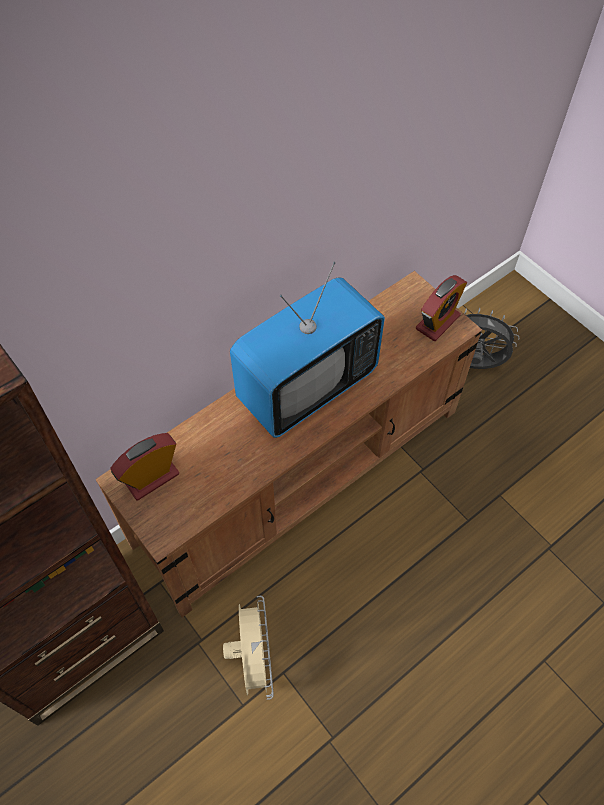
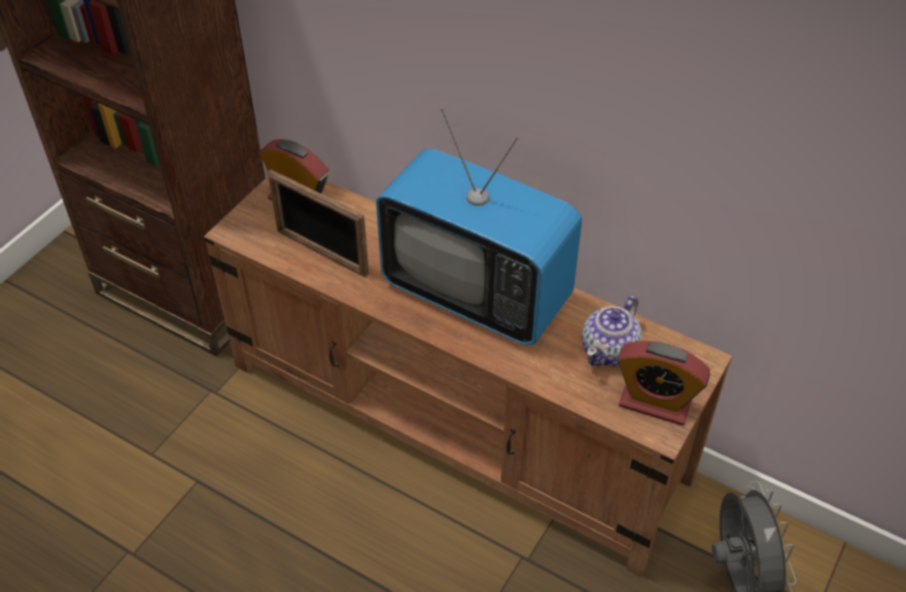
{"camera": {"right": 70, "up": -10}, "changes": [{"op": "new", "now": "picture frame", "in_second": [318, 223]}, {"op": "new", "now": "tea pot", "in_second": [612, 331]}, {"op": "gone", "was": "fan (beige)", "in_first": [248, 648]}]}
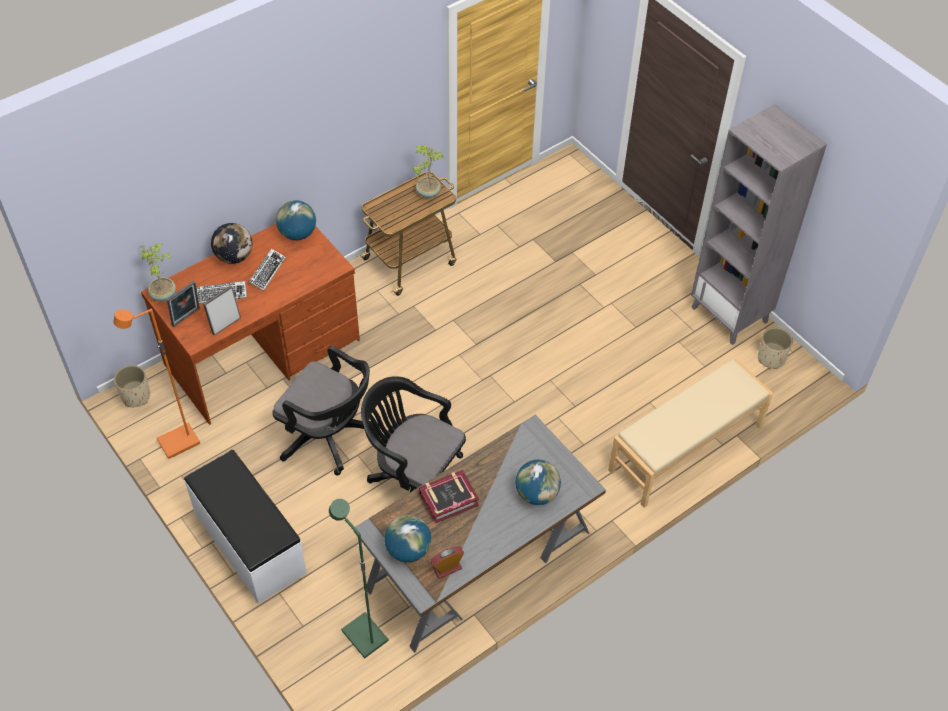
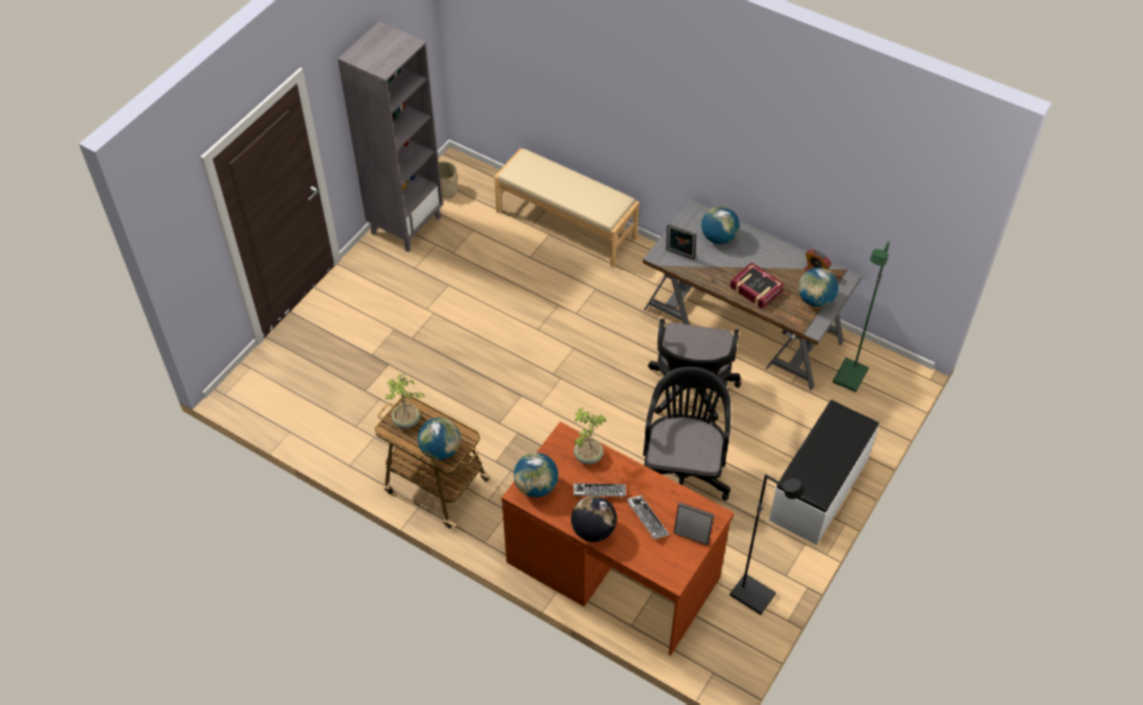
{"camera": {"right": -110, "up": 0}, "changes": [{"op": "new", "now": "world globe", "in_second": [439, 439]}, {"op": "shifted", "was": "plant in a pot", "in_first": [158, 272], "in_second": [590, 436]}, {"op": "shifted", "was": "picture frame", "in_first": [222, 310], "in_second": [681, 242]}, {"op": "repainted", "was": "standing lamp (orange-coloured)", "now": "standing lamp (black)", "in_first": [156, 383], "in_second": [766, 544]}, {"op": "gone", "was": "flower pot (beige)", "in_first": [132, 386]}]}
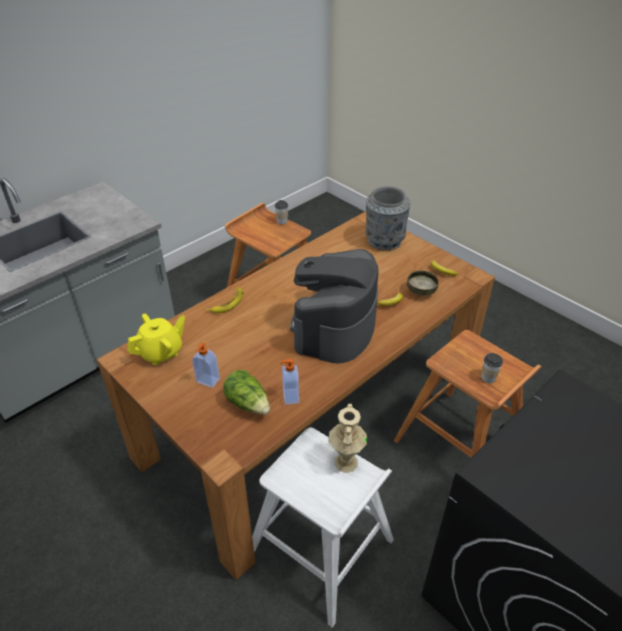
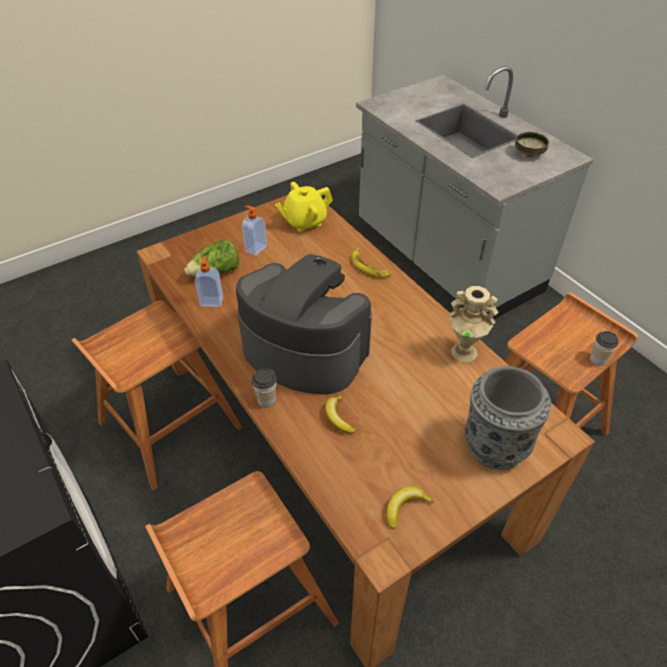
{"camera": {"right": 100, "up": 5}, "changes": [{"op": "repainted", "was": "sitting stool (white-coloured)", "now": "sitting stool (brownish)", "in_first": [323, 527], "in_second": [156, 395]}, {"op": "shifted", "was": "drinking cup", "in_first": [492, 368], "in_second": [263, 387]}, {"op": "rotated", "was": "tea pot (yellow)", "in_first": [156, 339], "in_second": [304, 207], "clockwise": 90}, {"op": "shifted", "was": "vase (beige)", "in_first": [348, 438], "in_second": [473, 324]}, {"op": "shifted", "was": "bowl", "in_first": [423, 283], "in_second": [532, 144]}]}
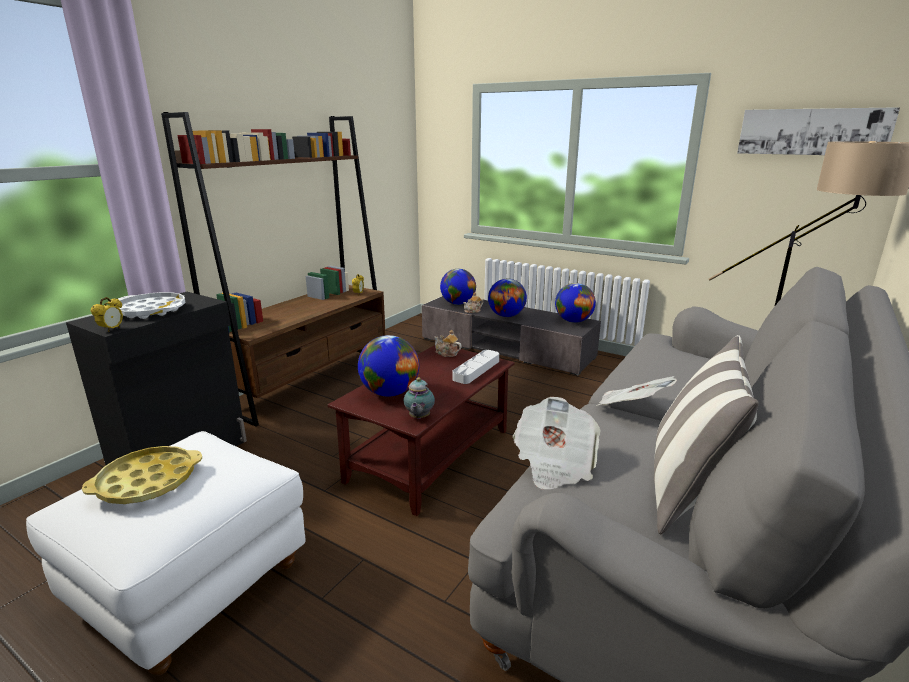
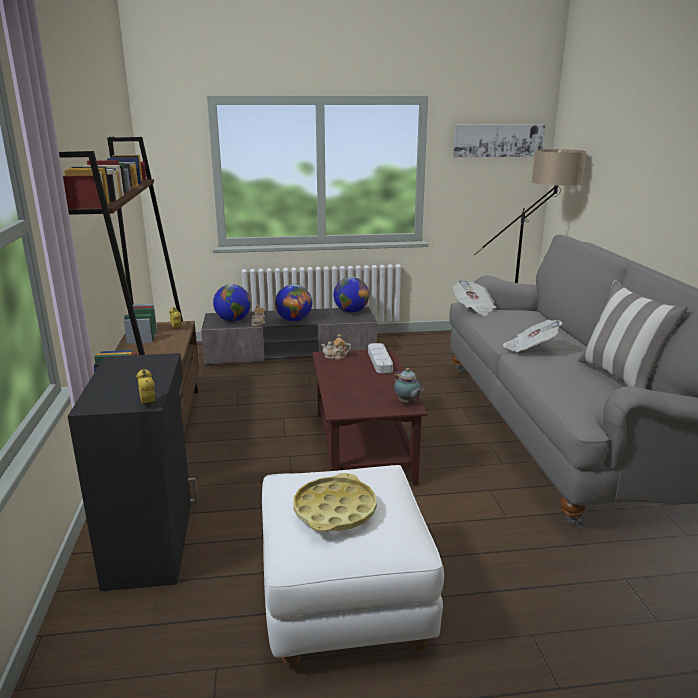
{"camera": {"right": -40, "up": 0}, "changes": [{"op": "shifted", "was": "printed paper", "in_first": [557, 443], "in_second": [474, 298]}, {"op": "gone", "was": "serving tray (white-coloured)", "in_first": [152, 305]}, {"op": "gone", "was": "world globe", "in_first": [388, 366]}]}
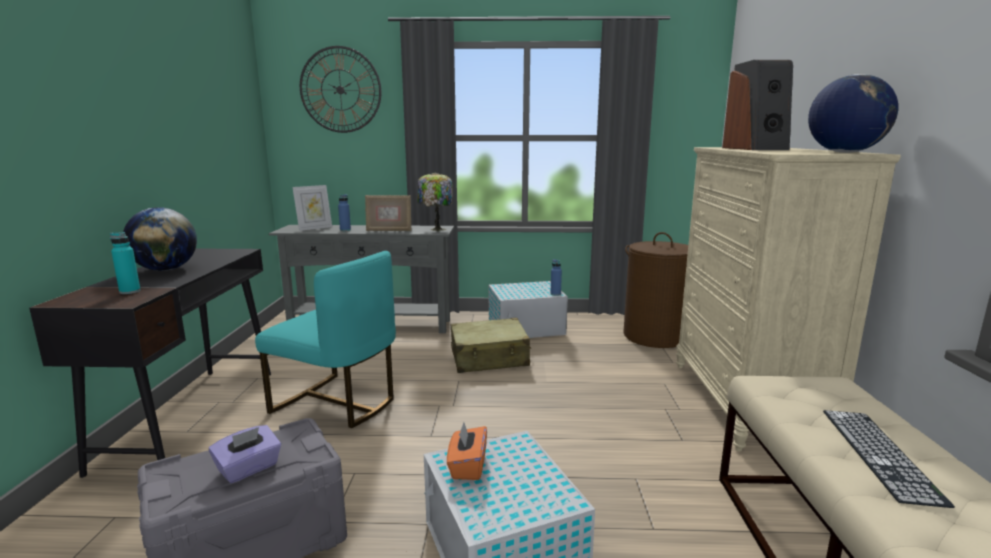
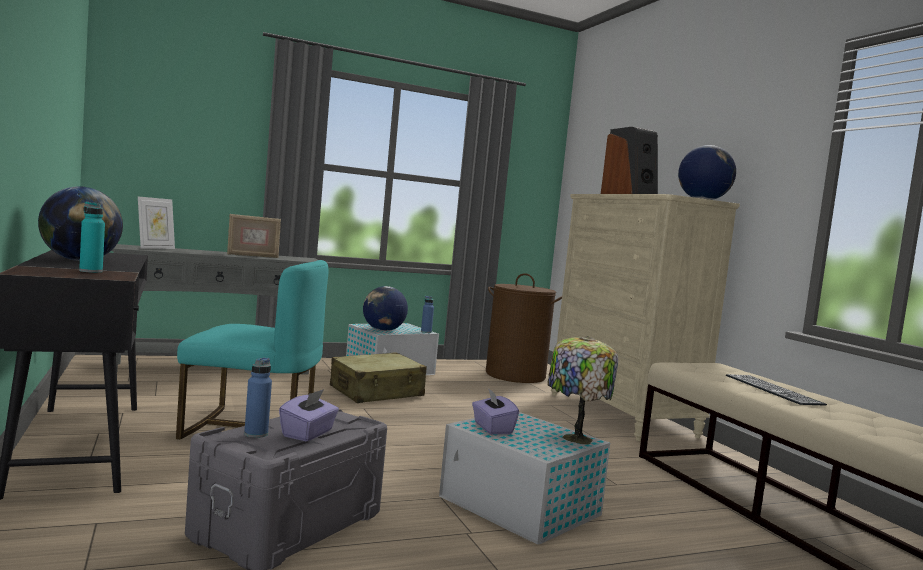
{"camera": {"right": -25, "up": -10}, "changes": [{"op": "shifted", "was": "drink bottle (blue-coloured)", "in_first": [344, 212], "in_second": [258, 397]}, {"op": "new", "now": "world globe", "in_second": [385, 308]}, {"op": "repainted", "was": "box of tissues (orange-coloured)", "now": "box of tissues (purplish)", "in_first": [467, 451], "in_second": [495, 412]}, {"op": "shifted", "was": "table lamp", "in_first": [435, 202], "in_second": [582, 390]}, {"op": "gone", "was": "hanging clock", "in_first": [340, 89]}]}
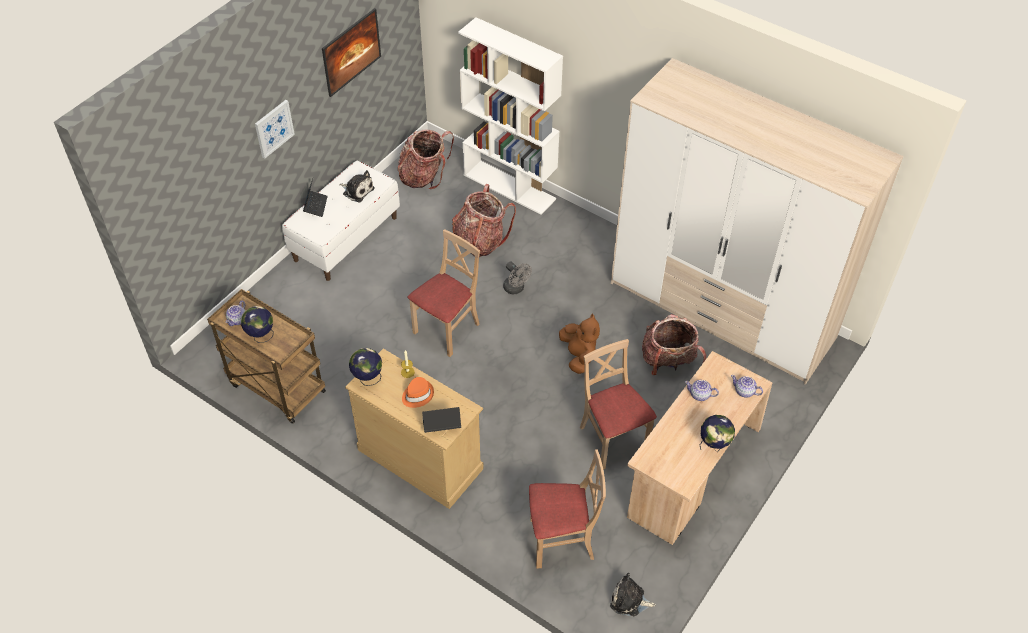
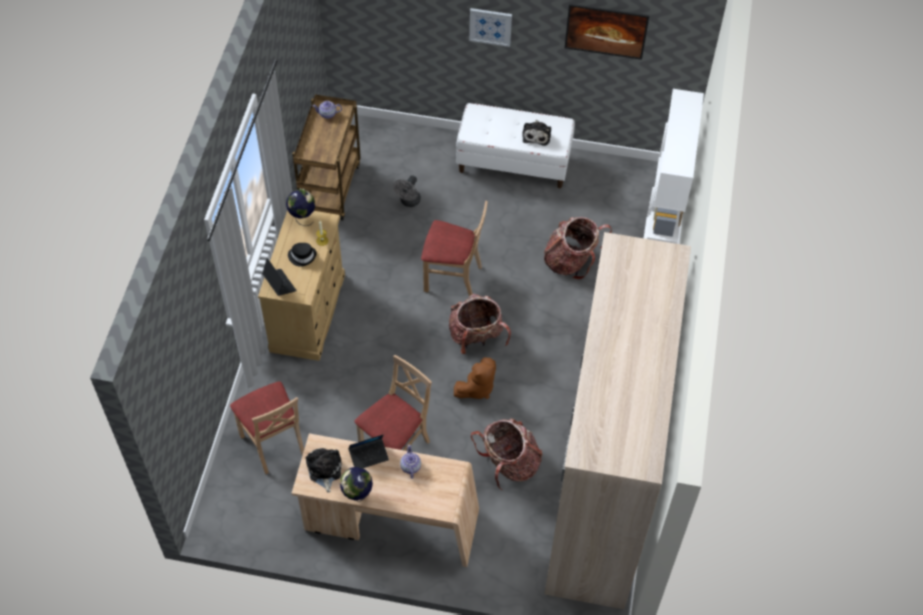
{"camera": {"right": 65, "up": 5}, "changes": [{"op": "repainted", "was": "clothing hat (orange-coloured)", "now": "clothing hat (black)", "in_first": [418, 392], "in_second": [302, 255]}, {"op": "shifted", "was": "soft toy", "in_first": [633, 594], "in_second": [323, 470]}, {"op": "shifted", "was": "notebook computer", "in_first": [315, 198], "in_second": [368, 451]}, {"op": "shifted", "was": "fan (greyish)", "in_first": [517, 277], "in_second": [407, 191]}, {"op": "shifted", "was": "knapsack", "in_first": [426, 159], "in_second": [480, 324]}, {"op": "gone", "was": "world globe", "in_first": [257, 324]}, {"op": "gone", "was": "tea pot", "in_first": [747, 386]}]}
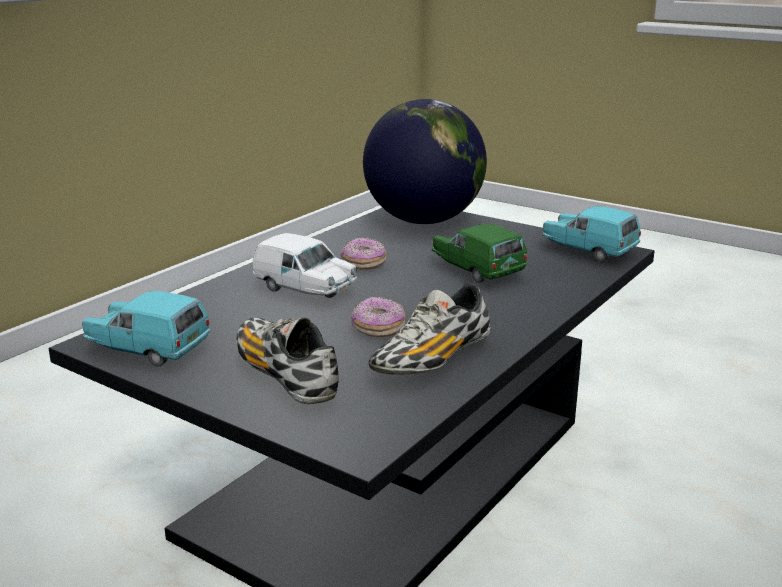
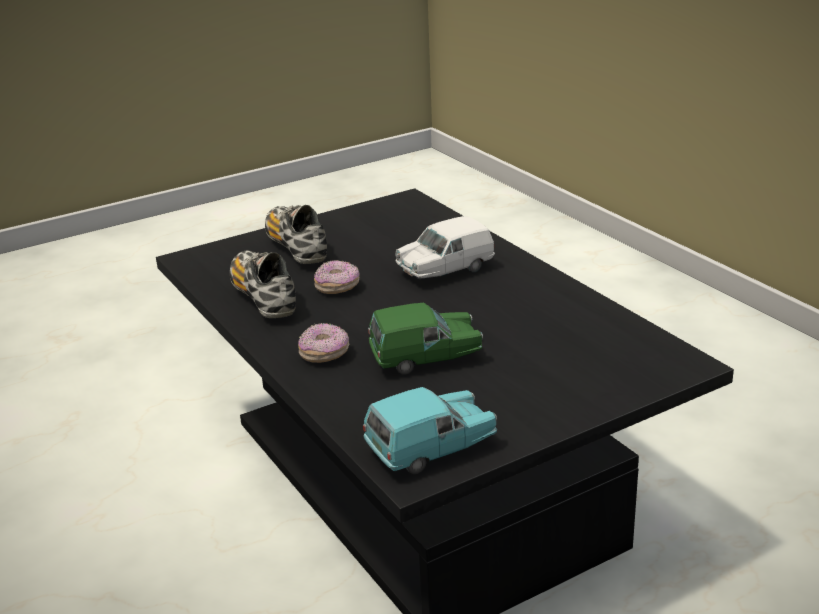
{"camera": {"right": 115, "up": 5}, "changes": [{"op": "rotated", "was": "shoe", "in_first": [287, 361], "in_second": [296, 234], "clockwise": -105}, {"op": "shifted", "was": "ring doughnut", "in_first": [363, 253], "in_second": [323, 343]}, {"op": "gone", "was": "model car (blue-green)", "in_first": [146, 329]}, {"op": "gone", "was": "world globe", "in_first": [425, 161]}]}
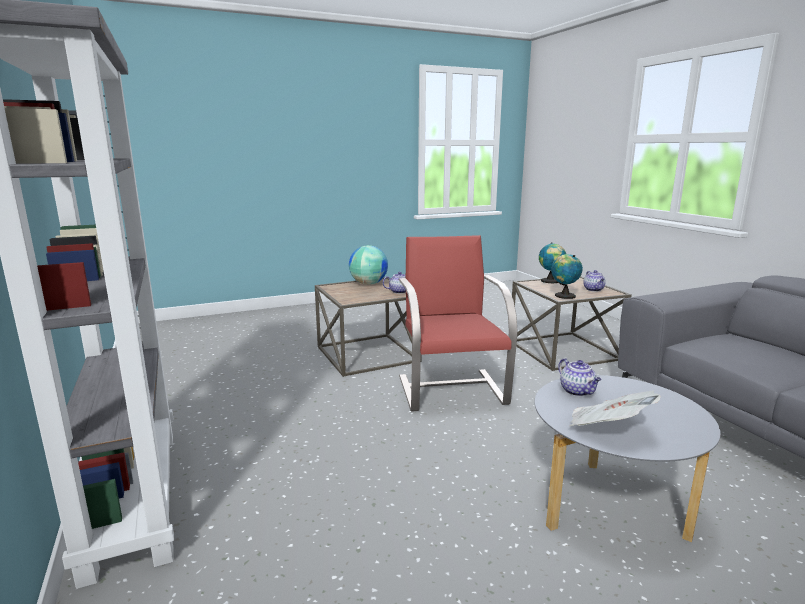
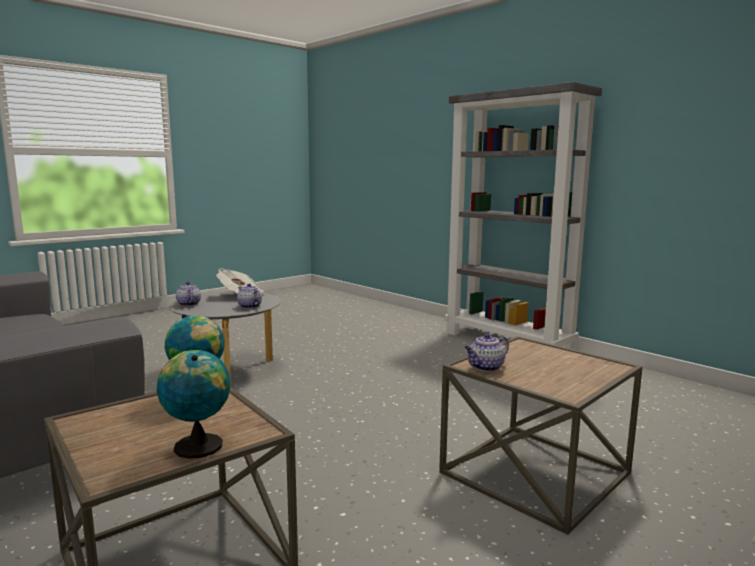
{"camera": {"right": 160, "up": -5}, "changes": [{"op": "shifted", "was": "tea pot", "in_first": [594, 281], "in_second": [188, 294]}, {"op": "gone", "was": "world globe", "in_first": [368, 265]}, {"op": "gone", "was": "easy chair (red-coloured)", "in_first": [458, 323]}]}
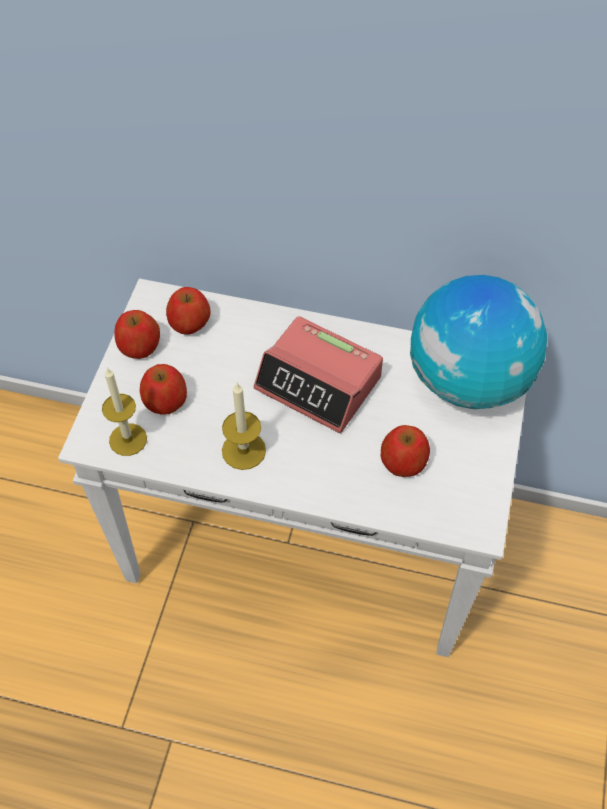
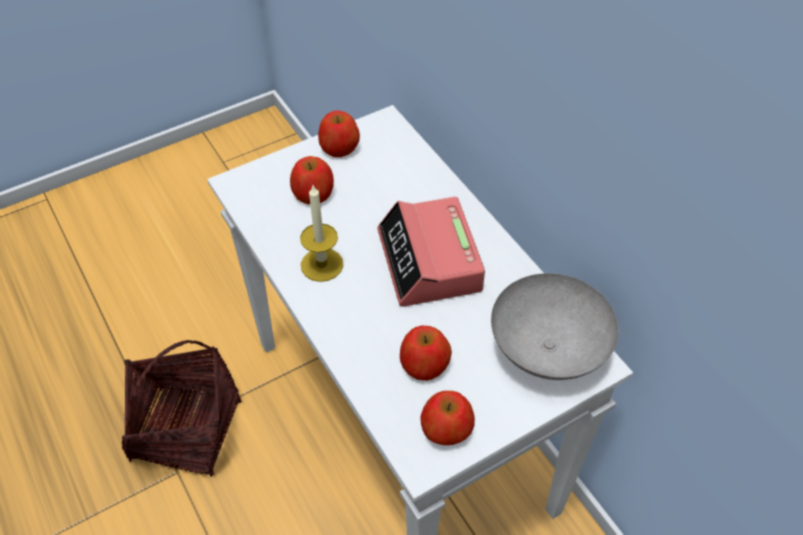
{"camera": {"right": 45, "up": -5}, "changes": [{"op": "new", "now": "storage basket", "in_second": [181, 408]}, {"op": "shifted", "was": "whole apple", "in_first": [188, 311], "in_second": [448, 418]}, {"op": "swapped", "was": "world globe", "now": "bowl (greyish)", "in_first": [478, 342], "in_second": [555, 326]}, {"op": "gone", "was": "candle", "in_first": [124, 411]}]}
